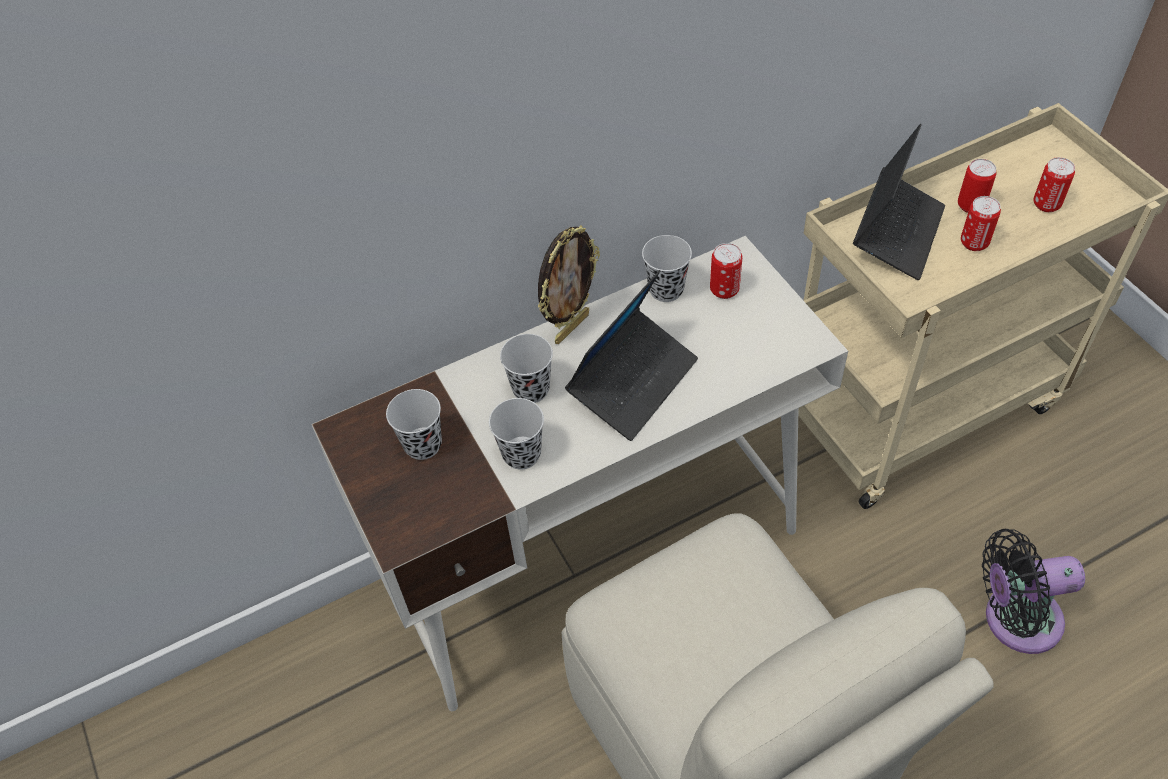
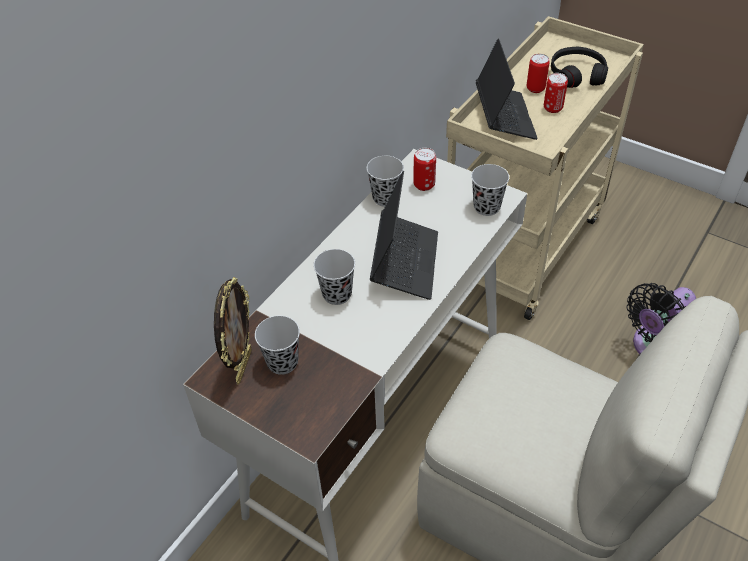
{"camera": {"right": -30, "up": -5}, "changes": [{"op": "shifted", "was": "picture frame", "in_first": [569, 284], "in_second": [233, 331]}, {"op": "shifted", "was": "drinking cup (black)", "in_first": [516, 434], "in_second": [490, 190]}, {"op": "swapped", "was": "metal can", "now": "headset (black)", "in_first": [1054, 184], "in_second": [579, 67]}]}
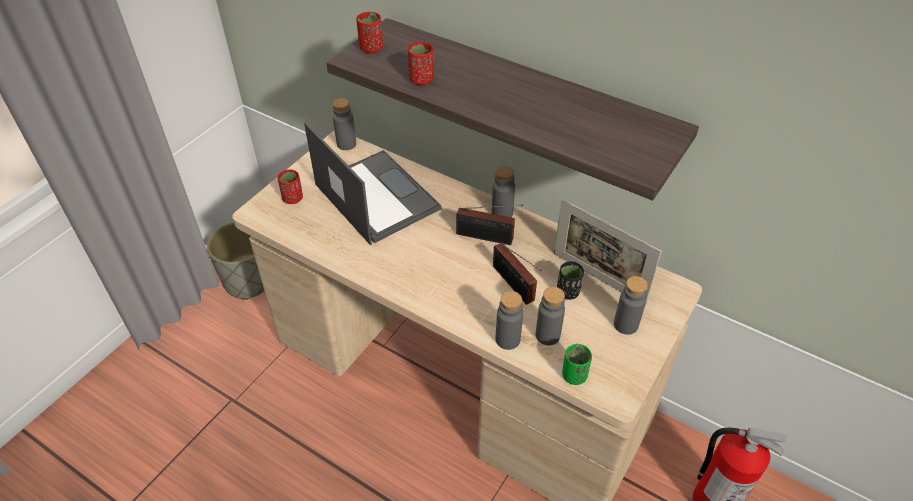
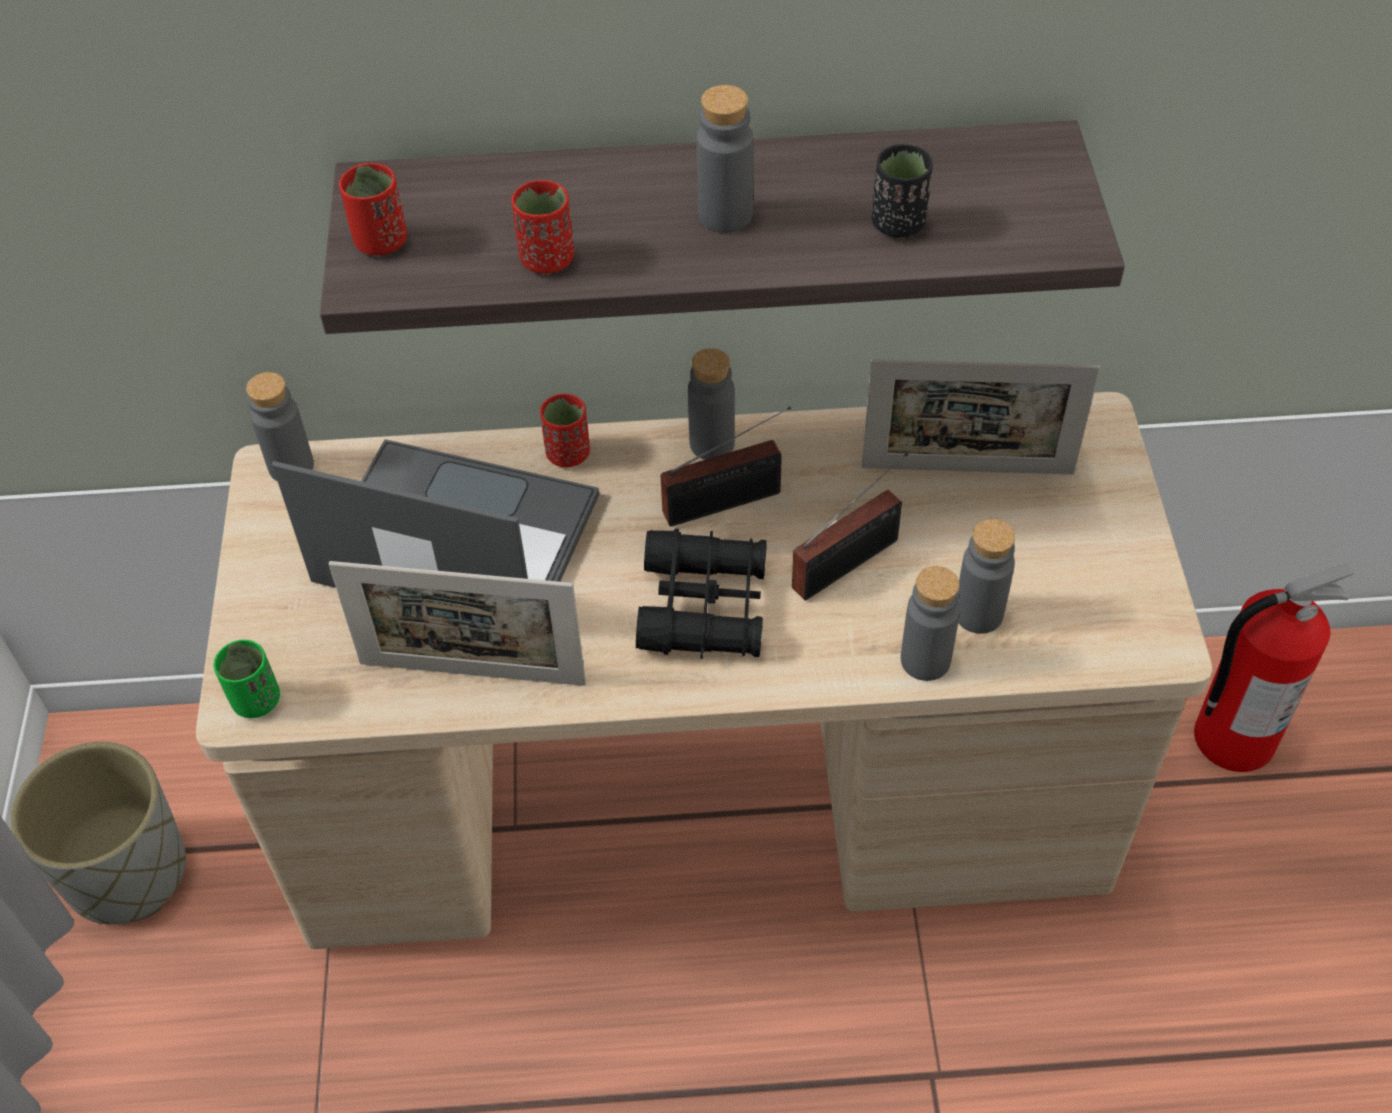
{"camera": {"right": -35, "up": 5}, "changes": [{"op": "shifted", "was": "drinking cup (greenish)", "in_first": [577, 364], "in_second": [246, 679]}, {"op": "new", "now": "picture frame", "in_second": [457, 623]}, {"op": "shifted", "was": "drinking cup (red-coloured)", "in_first": [290, 186], "in_second": [564, 430]}, {"op": "new", "now": "binoculars (black)", "in_second": [701, 594]}, {"op": "shifted", "was": "drink bottle (greyish)", "in_first": [631, 305], "in_second": [725, 159]}, {"op": "rotated", "was": "radio", "in_first": [517, 273], "in_second": [850, 526], "clockwise": -60}, {"op": "shifted", "was": "drinking cup (black)", "in_first": [570, 280], "in_second": [902, 190]}]}
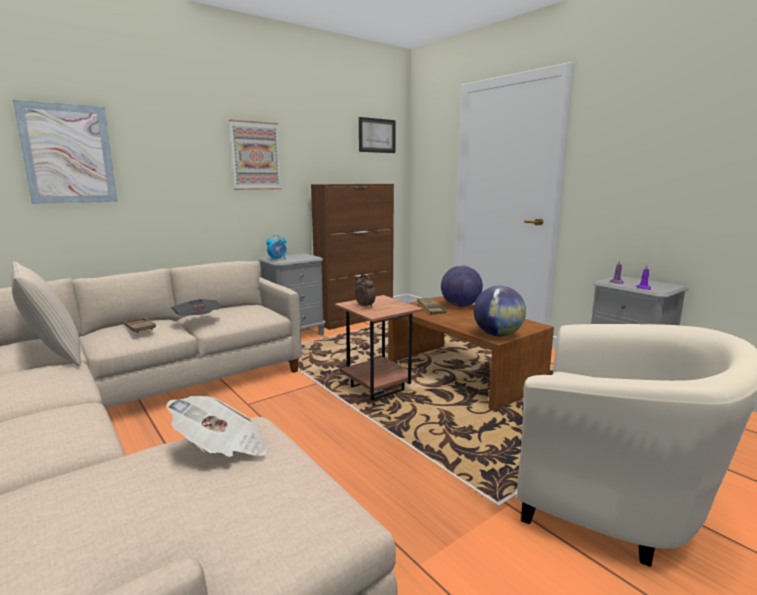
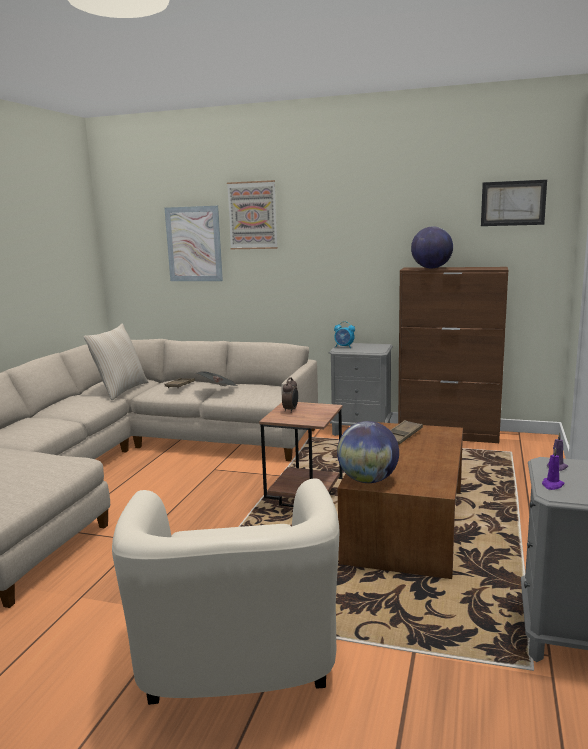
{"camera": {"right": 55, "up": 0}, "changes": [{"op": "shifted", "was": "wall picture", "in_first": [255, 154], "in_second": [252, 214]}, {"op": "shifted", "was": "world globe", "in_first": [462, 286], "in_second": [432, 247]}, {"op": "gone", "was": "printed paper", "in_first": [216, 426]}]}
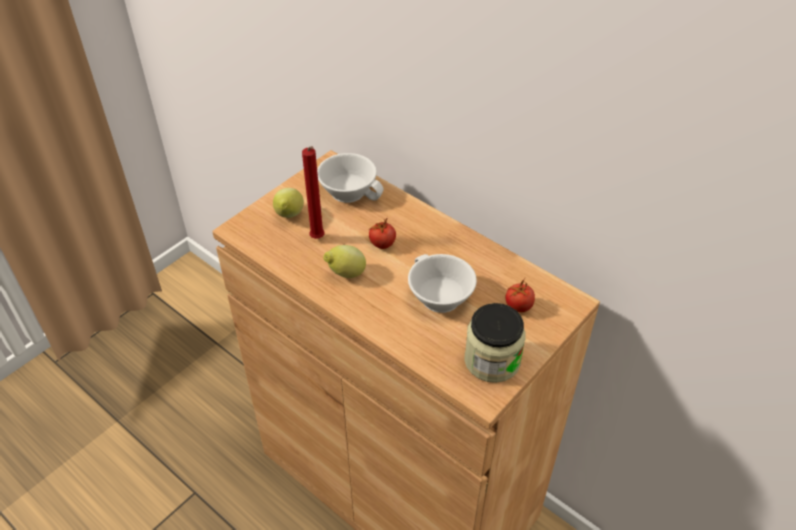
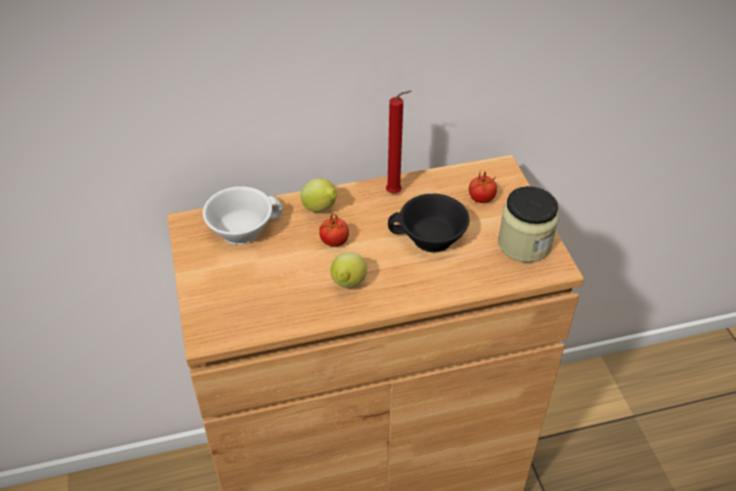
{"camera": {"right": -55, "up": 0}, "changes": [{"op": "shifted", "was": "citrus fruit", "in_first": [288, 203], "in_second": [318, 195]}, {"op": "shifted", "was": "candle (red-coloured)", "in_first": [313, 192], "in_second": [398, 141]}, {"op": "repainted", "was": "drinking cup (white-coloured)", "now": "drinking cup (black)", "in_first": [442, 283], "in_second": [428, 223]}]}
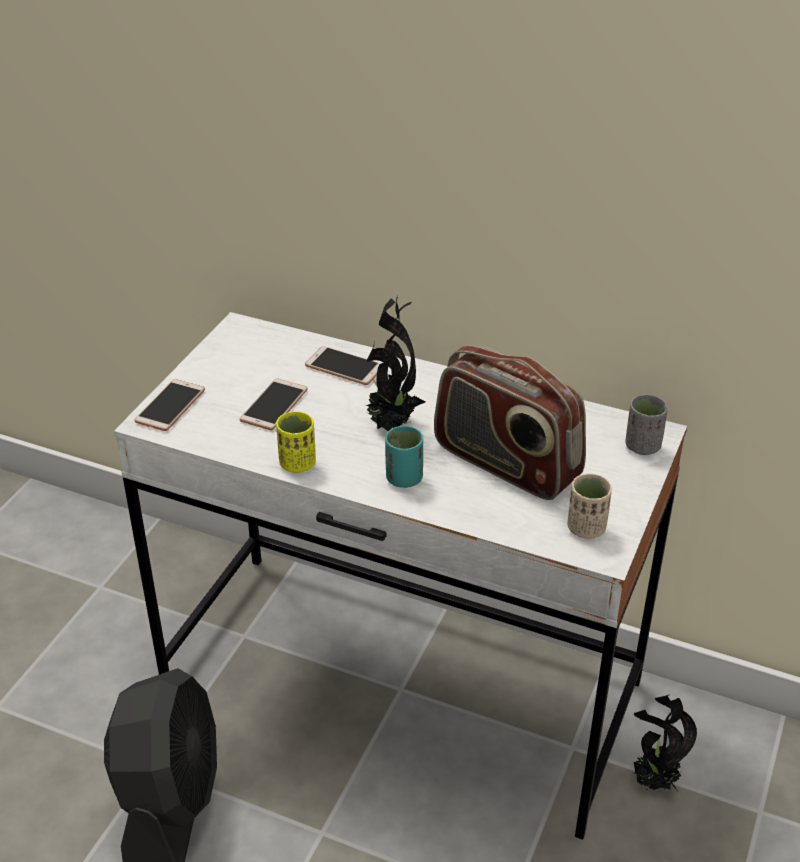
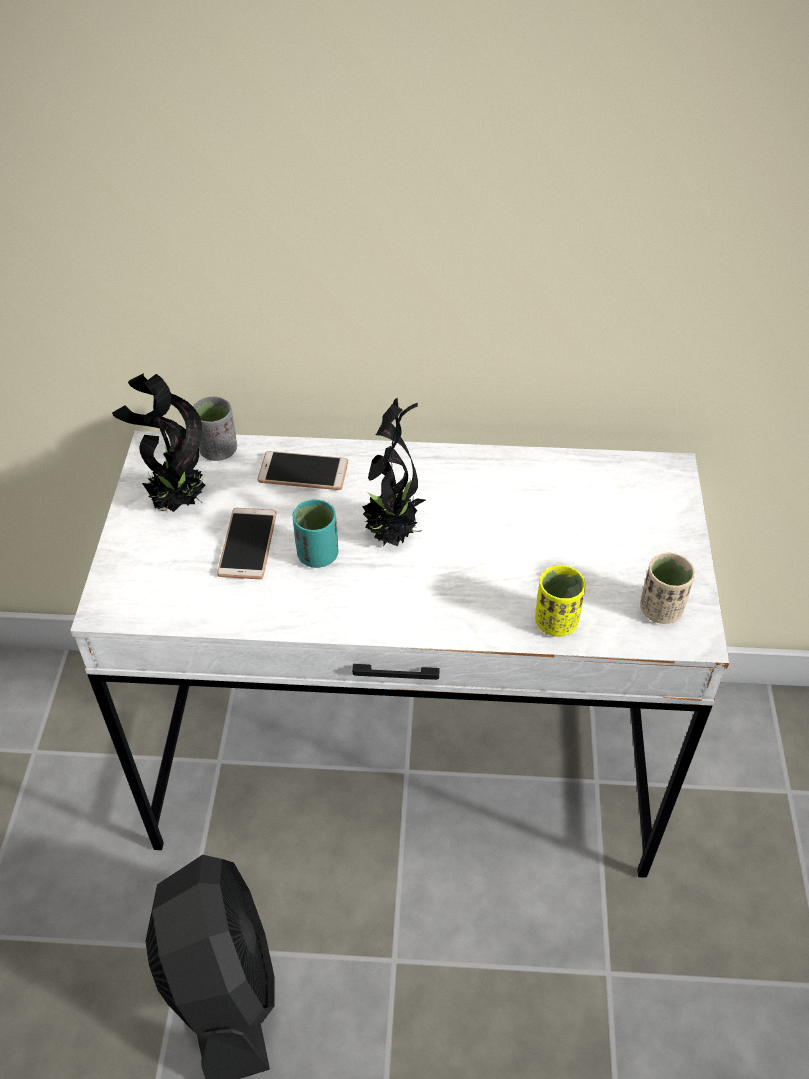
{"camera": {"right": -20, "up": 10}, "changes": [{"op": "shifted", "was": "plant in a pot", "in_first": [665, 743], "in_second": [158, 442]}, {"op": "shifted", "was": "drinking cup (greyish)", "in_first": [646, 424], "in_second": [215, 428]}, {"op": "shifted", "was": "drinking cup (blue-green)", "in_first": [404, 457], "in_second": [316, 533]}, {"op": "shifted", "was": "drinking cup (yellow)", "in_first": [296, 442], "in_second": [560, 601]}, {"op": "gone", "was": "phone", "in_first": [169, 405]}, {"op": "gone", "was": "radio", "in_first": [510, 422]}]}
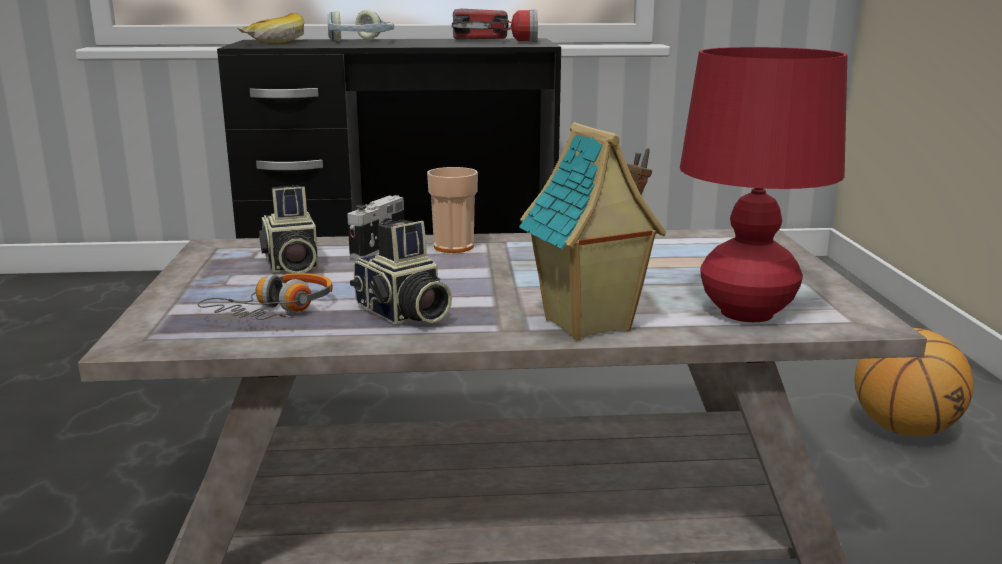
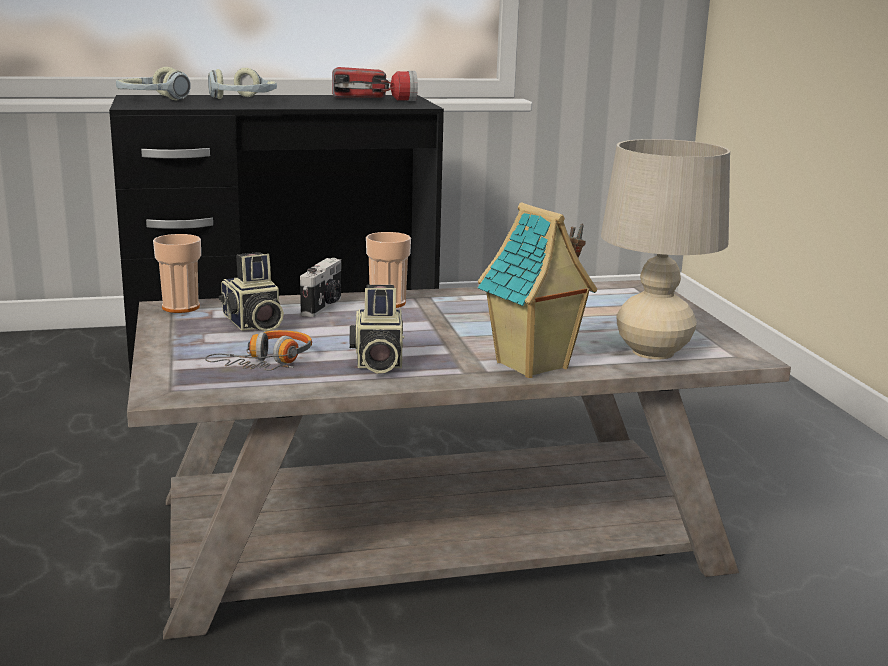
{"camera": {"right": -10, "up": 0}, "changes": [{"op": "swapped", "was": "whole banana", "now": "headset", "in_first": [271, 28], "in_second": [153, 83]}, {"op": "new", "now": "drinking cup", "in_second": [177, 273]}, {"op": "rotated", "was": "still camera", "in_first": [401, 272], "in_second": [376, 329], "clockwise": 45}, {"op": "repainted", "was": "table lamp (red-coloured)", "now": "table lamp (beige)", "in_first": [763, 184], "in_second": [665, 249]}, {"op": "gone", "was": "basketball", "in_first": [914, 382]}]}
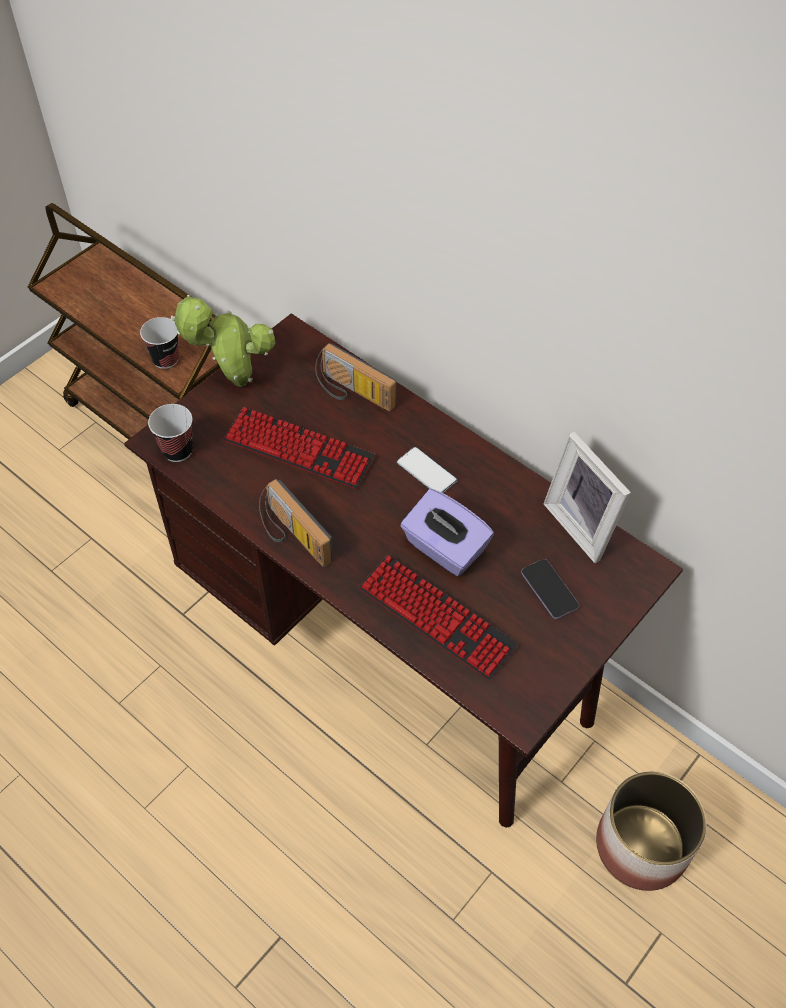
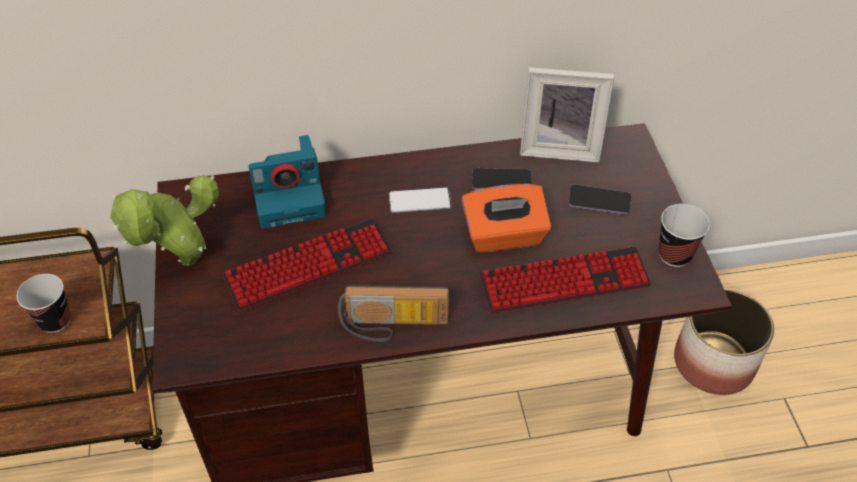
{"camera": {"right": -50, "up": -5}, "changes": [{"op": "swapped", "was": "radio", "now": "still camera", "in_first": [355, 377], "in_second": [287, 182]}, {"op": "repainted", "was": "box of tissues (purplish)", "now": "box of tissues (orange-coloured)", "in_first": [447, 532], "in_second": [506, 218]}, {"op": "new", "now": "phone", "in_second": [502, 179]}, {"op": "shifted", "was": "drinking cup", "in_first": [170, 433], "in_second": [684, 235]}]}
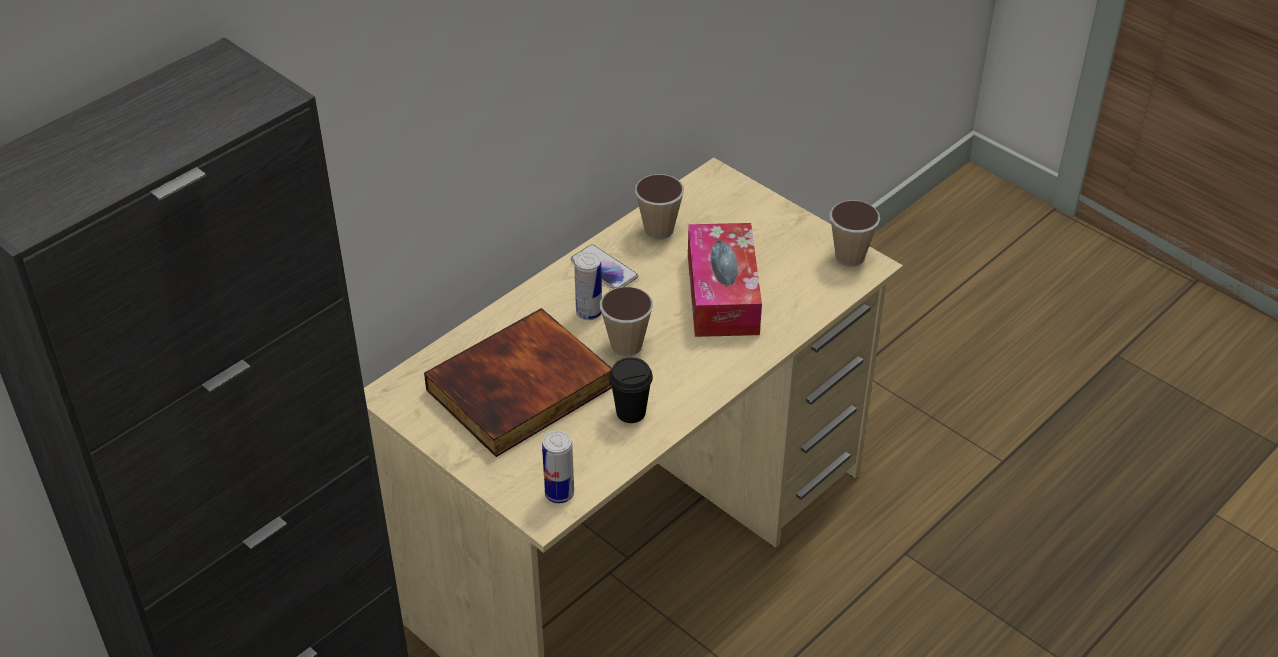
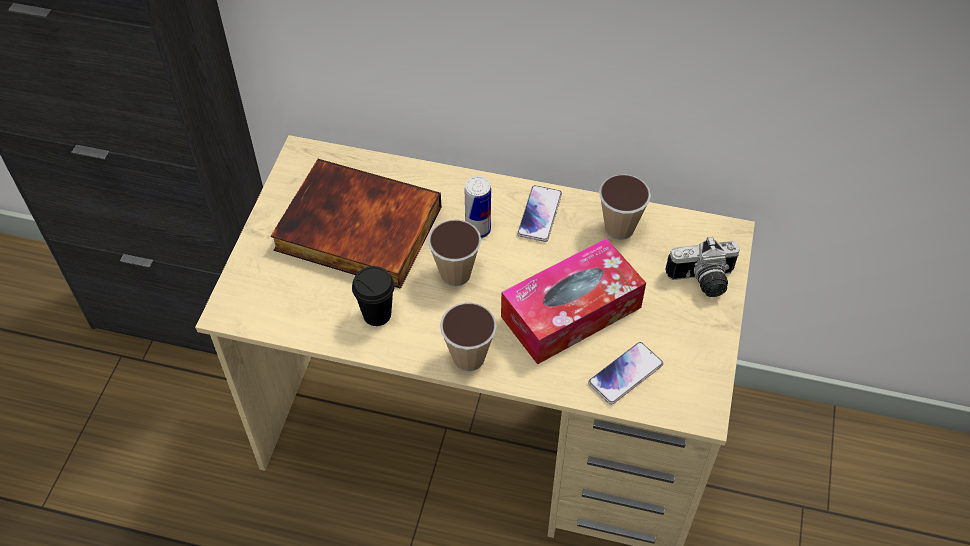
{"camera": {"right": 60, "up": 10}, "changes": [{"op": "shifted", "was": "drinking cup", "in_first": [854, 233], "in_second": [468, 336]}, {"op": "new", "now": "phone", "in_second": [625, 373]}, {"op": "new", "now": "still camera", "in_second": [702, 267]}, {"op": "gone", "was": "metal can", "in_first": [558, 466]}]}
